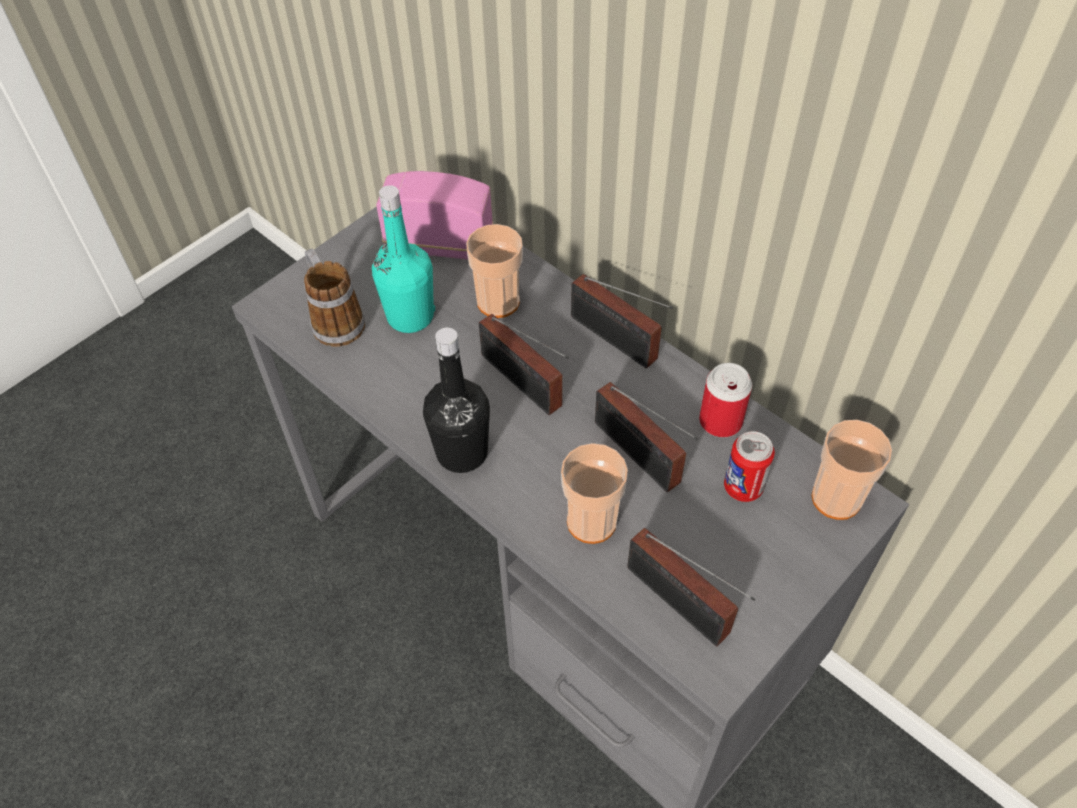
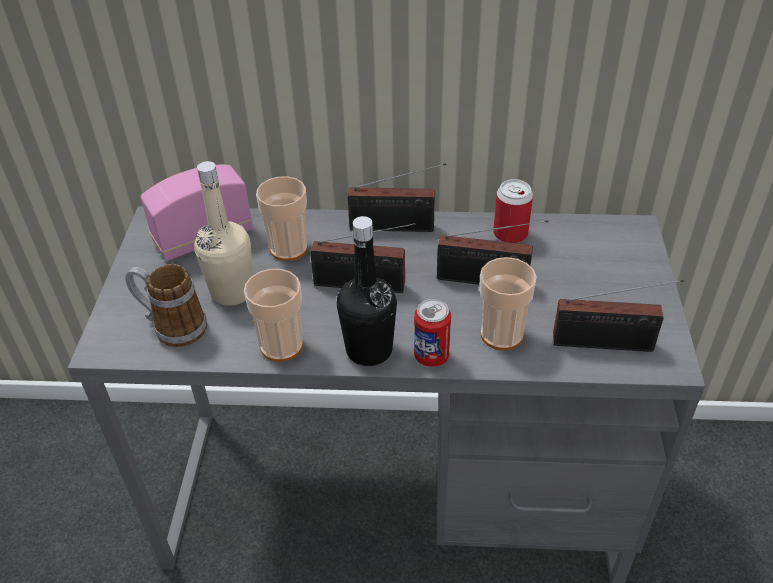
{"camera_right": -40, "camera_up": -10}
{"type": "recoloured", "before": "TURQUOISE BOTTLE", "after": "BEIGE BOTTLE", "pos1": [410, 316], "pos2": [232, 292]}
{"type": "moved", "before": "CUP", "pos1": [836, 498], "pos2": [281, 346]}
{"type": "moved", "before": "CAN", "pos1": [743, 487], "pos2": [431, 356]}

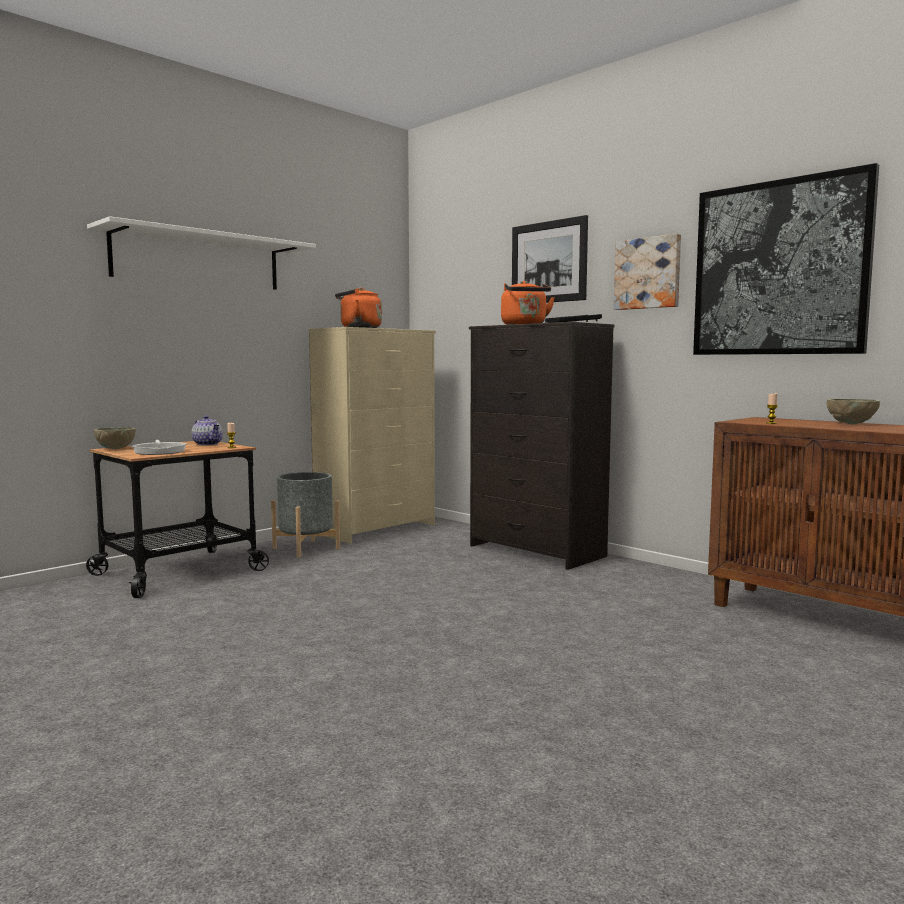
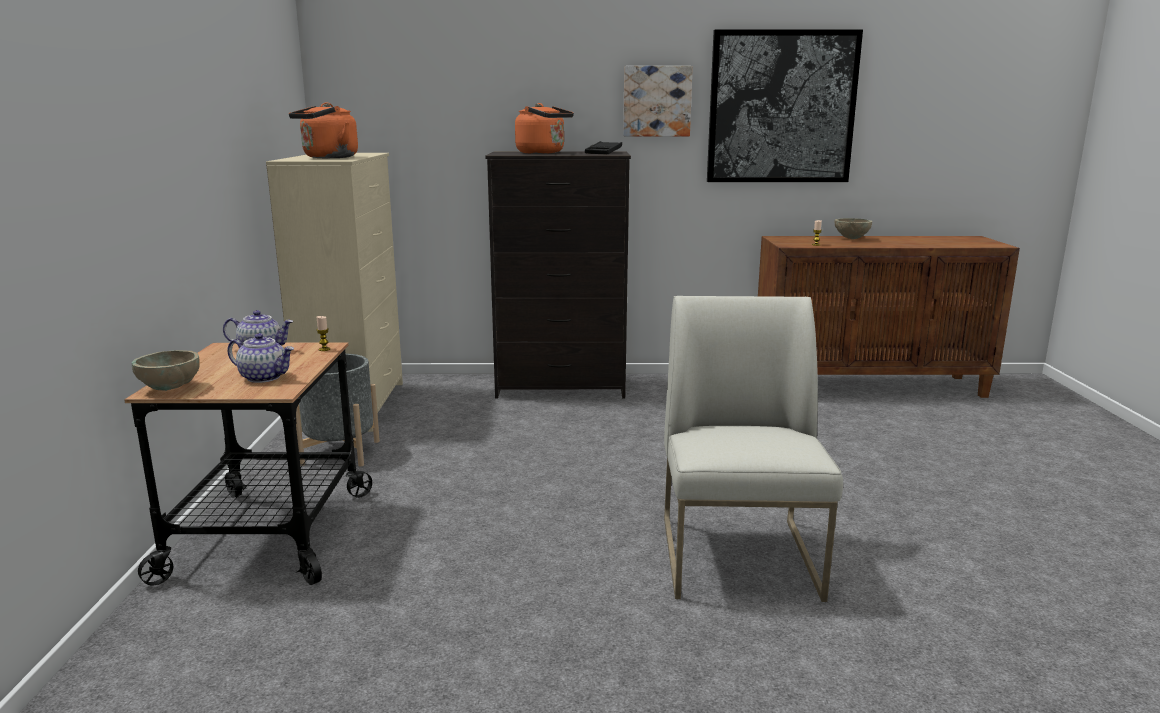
{"camera_right": -45, "camera_up": 10}
{"type": "replaced", "before": "FRYING PAN", "after": "TEAPOT", "pos1": [160, 451], "pos2": [264, 377]}
{"type": "added", "after": "WHITE CHAIR", "pos2": [740, 558]}
{"type": "removed", "before": "WHITE SHELF", "pos1": [198, 260]}
{"type": "removed", "before": "PICTURE", "pos1": [548, 262]}

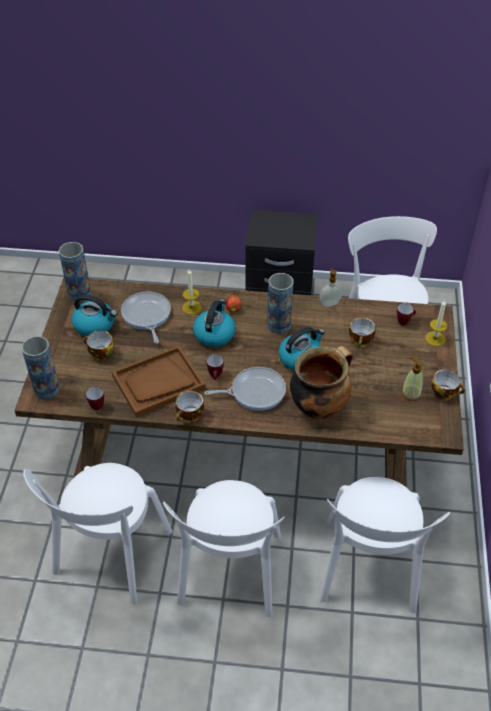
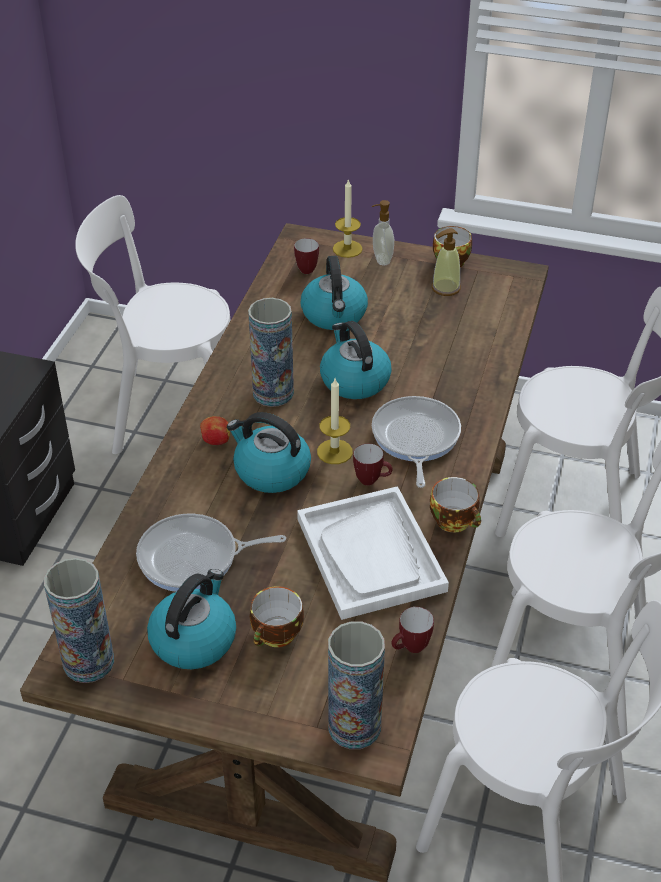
{"camera_right": -80, "camera_up": -5}
{"type": "recoloured", "before": "BROWN TRAY", "after": "WHITE TRAY", "pos1": [158, 382], "pos2": [371, 555]}
{"type": "replaced", "before": "CUP", "after": "KETTLE", "pos1": [361, 341], "pos2": [334, 315]}
{"type": "moved", "before": "CANDLE", "pos1": [191, 307], "pos2": [334, 452]}
{"type": "moved", "before": "SOAP DISPENSER", "pos1": [329, 303], "pos2": [381, 259]}
{"type": "removed", "before": "COOKING POT", "pos1": [319, 406]}

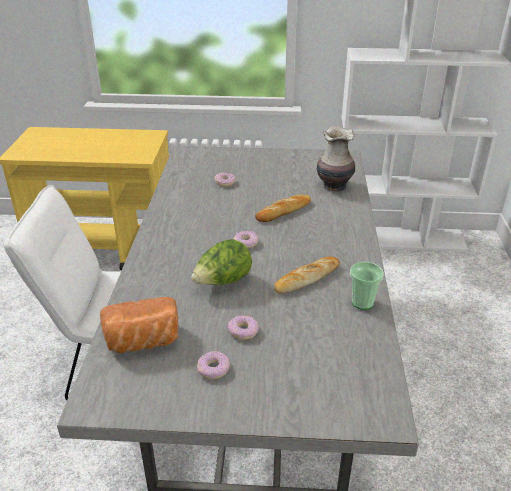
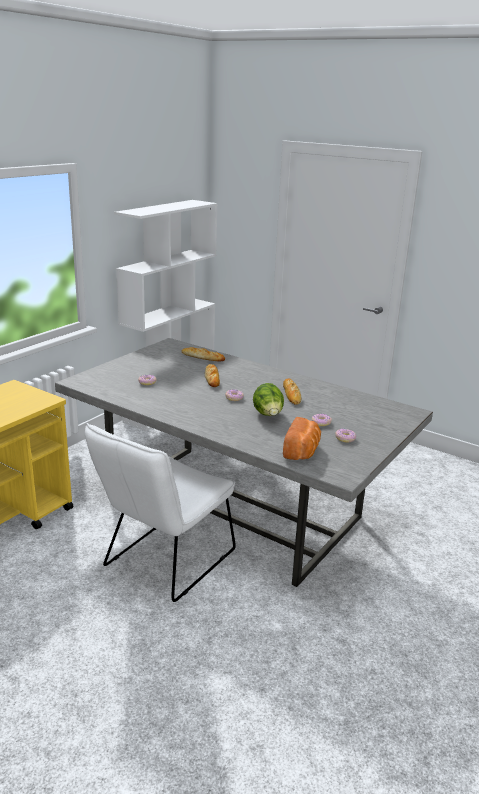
{"camera_right": -60, "camera_up": -10}
{"type": "replaced", "before": "VASE", "after": "BREAD", "pos1": [334, 186], "pos2": [203, 357]}
{"type": "removed", "before": "CUP", "pos1": [362, 302]}

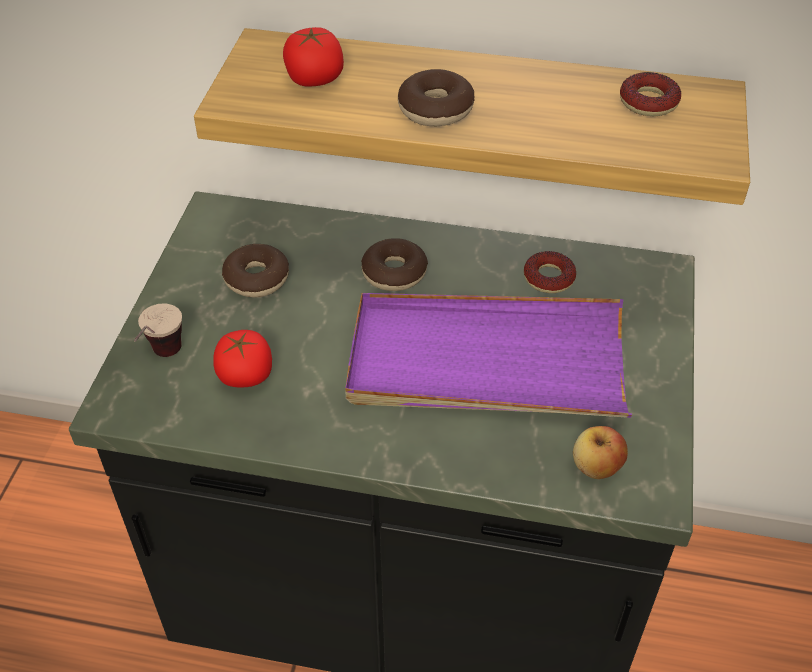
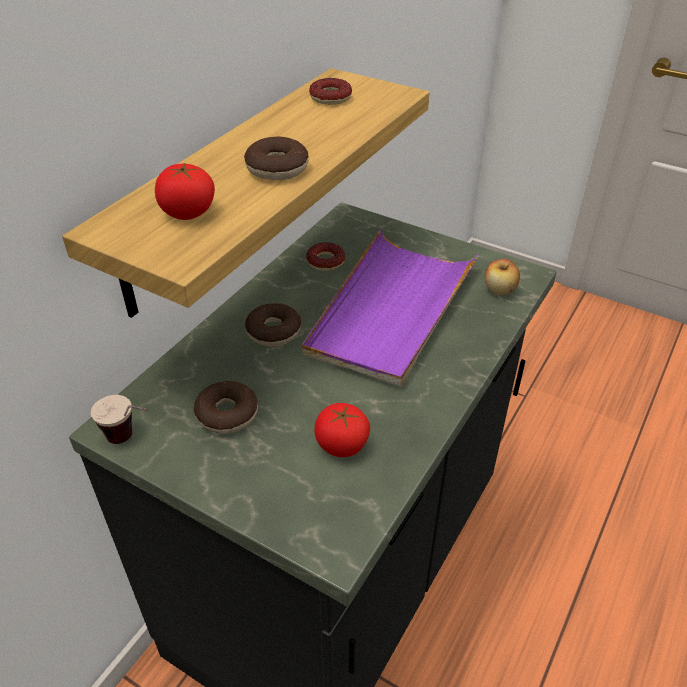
{"camera_right": -70, "camera_up": -5}
{"type": "moved", "before": "CUP", "pos1": [162, 360], "pos2": [131, 440]}

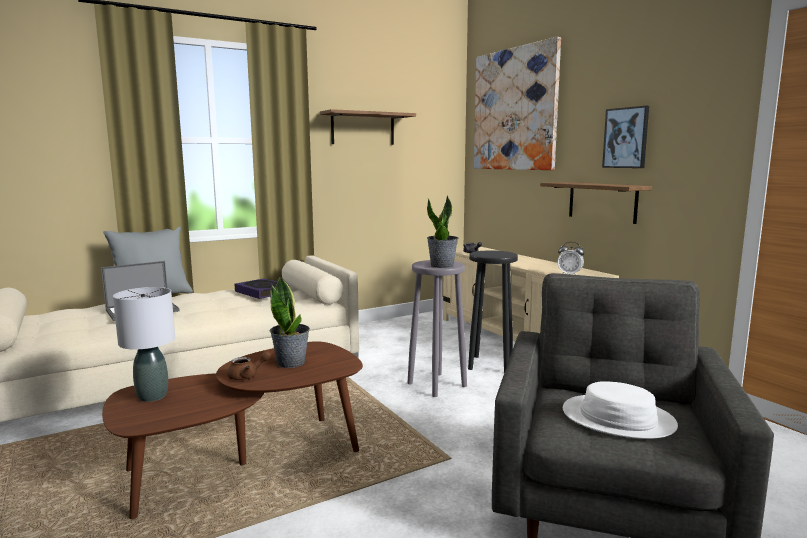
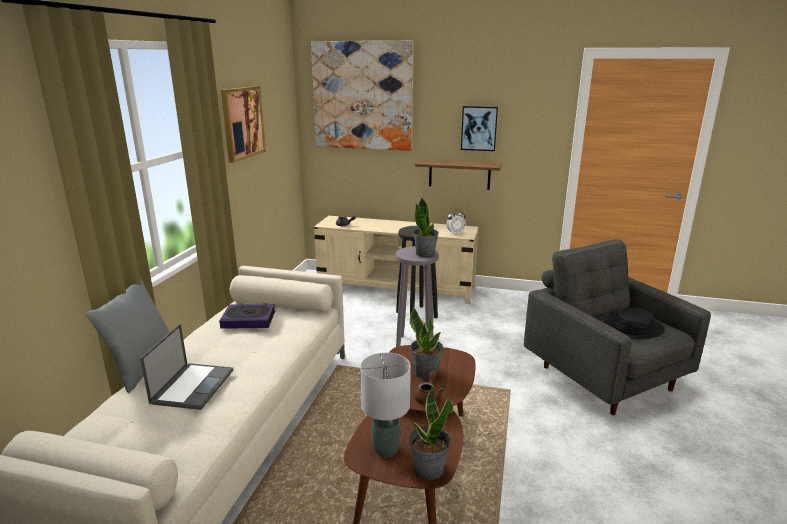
{"camera_right": -45, "camera_up": 10}
{"type": "replaced", "before": "SHELF", "after": "PICTURE", "pos1": [363, 129], "pos2": [242, 123]}
{"type": "added", "after": "POTTED PLANT", "pos2": [428, 469]}
{"type": "recoloured", "before": "WHITE HAT", "after": "BLACK HAT", "pos1": [617, 419], "pos2": [633, 328]}

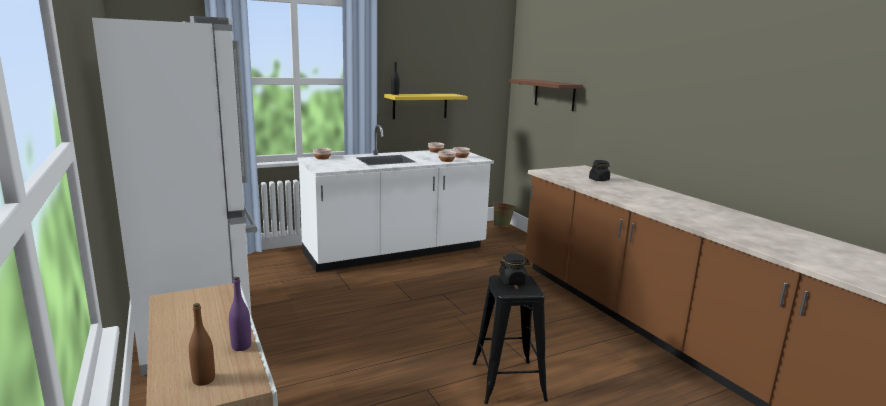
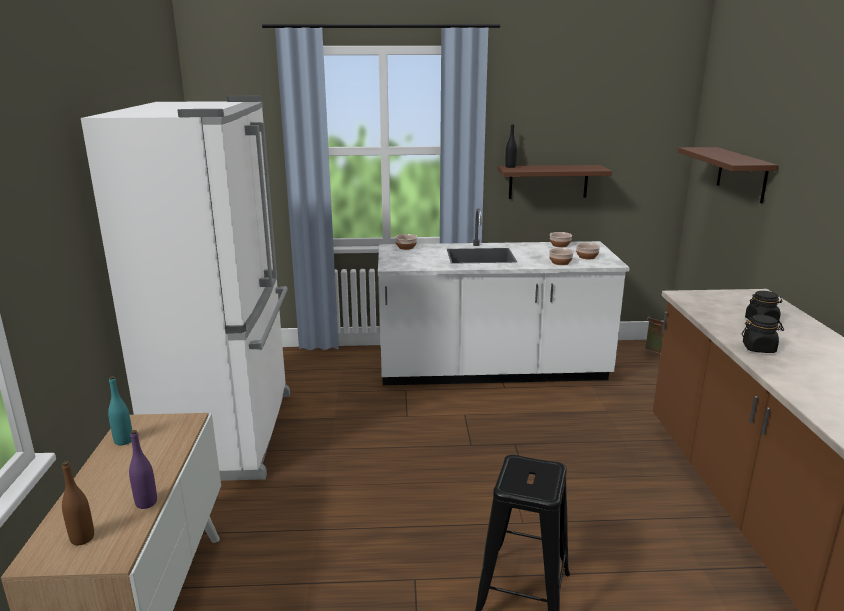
{"camera_right": 25, "camera_up": 5}
{"type": "added", "after": "TURQUOISE BOTTLE", "pos2": [123, 441]}
{"type": "recoloured", "before": "YELLOW SHELF", "after": "BROWN SHELF", "pos1": [420, 106], "pos2": [548, 181]}
{"type": "moved", "before": "BLACK JAR", "pos1": [513, 281], "pos2": [759, 348]}

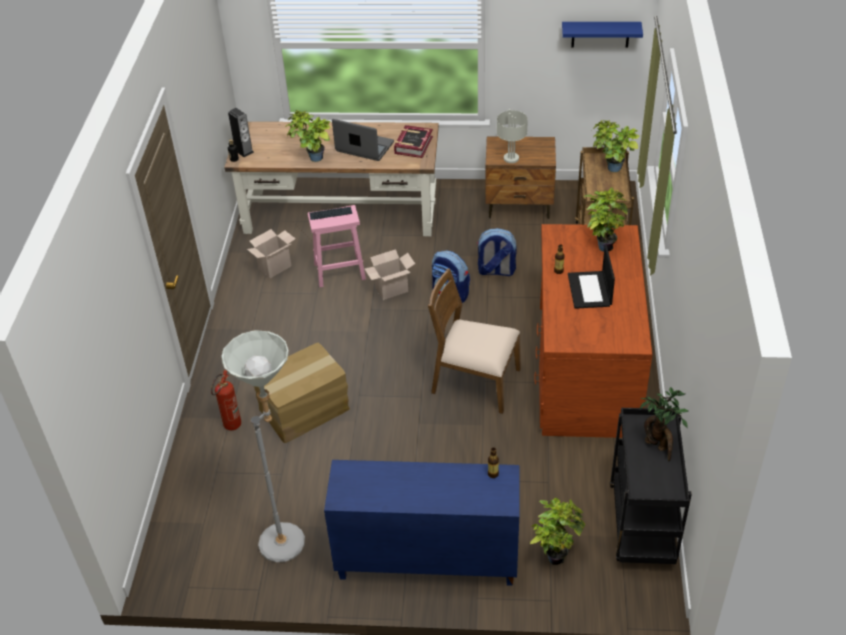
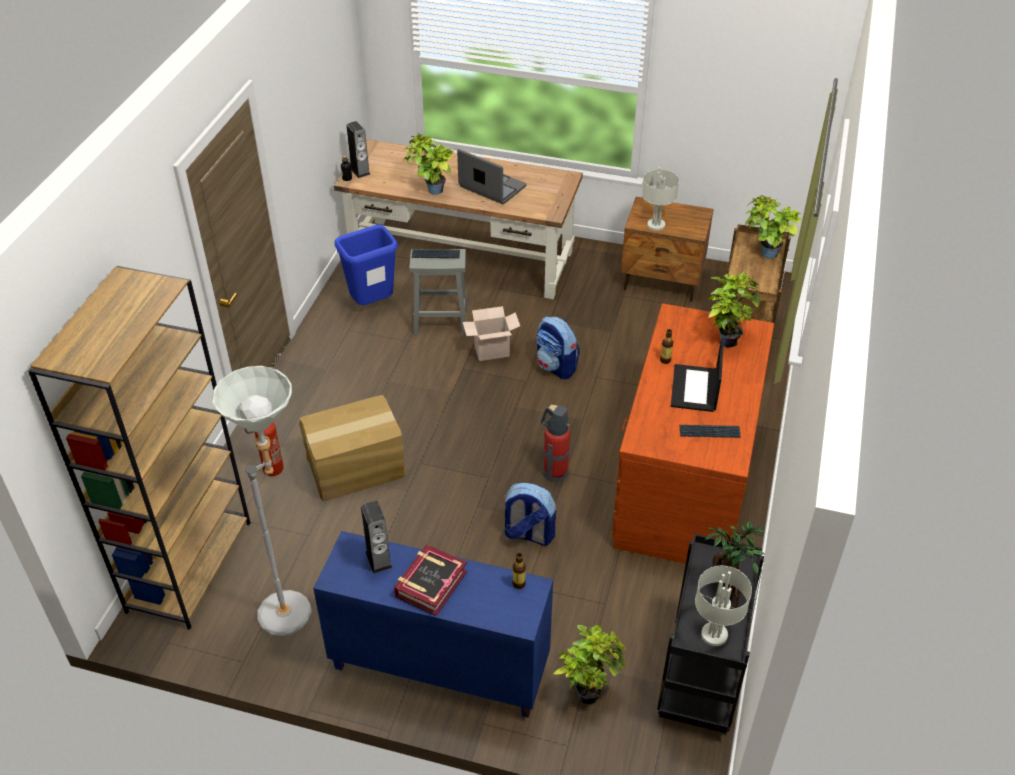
{"camera_right": 10, "camera_up": 0}
{"type": "added", "after": "BROWN BOOKCASE", "pos2": [189, 565]}
{"type": "replaced", "before": "CARDBOARD BOX", "after": "BLUE TRASH CAN", "pos1": [275, 267], "pos2": [373, 304]}
{"type": "added", "after": "SPEAKER", "pos2": [378, 559]}
{"type": "moved", "before": "BOOK", "pos1": [413, 145], "pos2": [430, 584]}
{"type": "recoloured", "before": "PINK STOOL", "after": "GREY STOOL", "pos1": [338, 271], "pos2": [440, 321]}
{"type": "moved", "before": "BACKPACK", "pos1": [496, 271], "pos2": [528, 534]}
{"type": "replaced", "before": "BROWN CHAIR", "after": "FIRE EXTINGUISHER", "pos1": [475, 382], "pos2": [554, 471]}
{"type": "added", "after": "KEYBOARD", "pos2": [709, 432]}
{"type": "added", "after": "GREY TABLE LAMP", "pos2": [714, 635]}
{"type": "removed", "before": "BLUE SHELF", "pos1": [600, 34]}

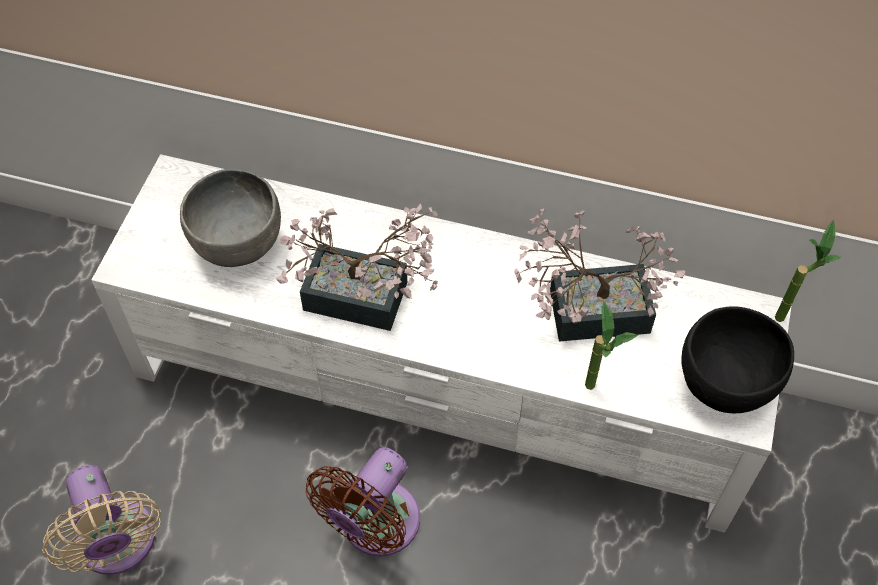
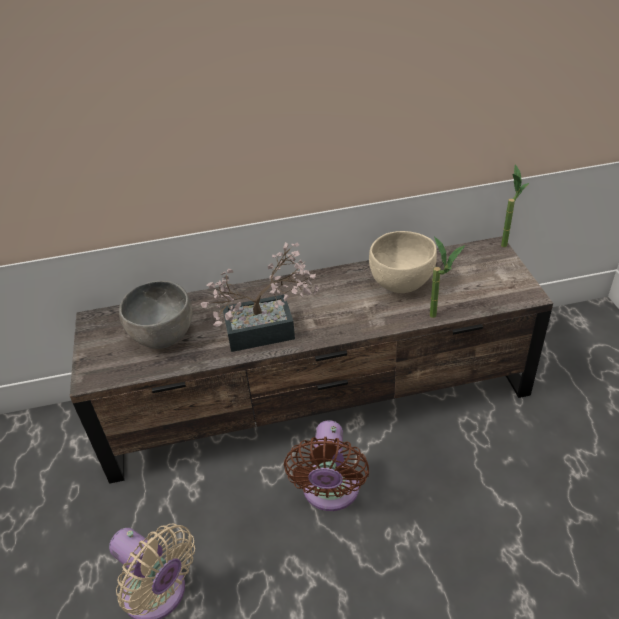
{"camera_right": -25, "camera_up": -15}
{"type": "recoloured", "before": "WHITE TV STAND", "after": "BROWN TV STAND", "pos1": [442, 388], "pos2": [318, 397]}
{"type": "replaced", "before": "POTTED PLANT", "after": "BEIGE BOWL", "pos1": [586, 311], "pos2": [401, 283]}
{"type": "removed", "before": "BLACK BOWL", "pos1": [725, 383]}

